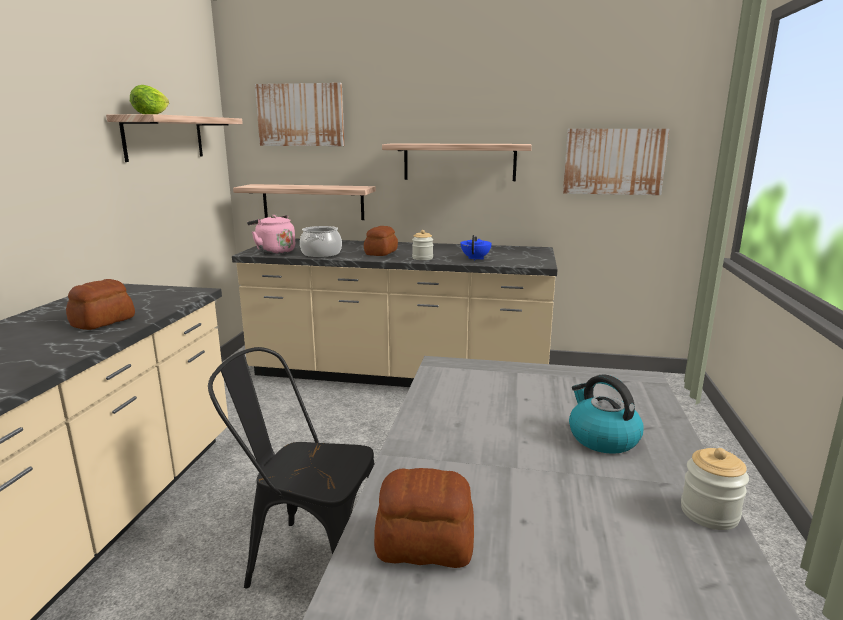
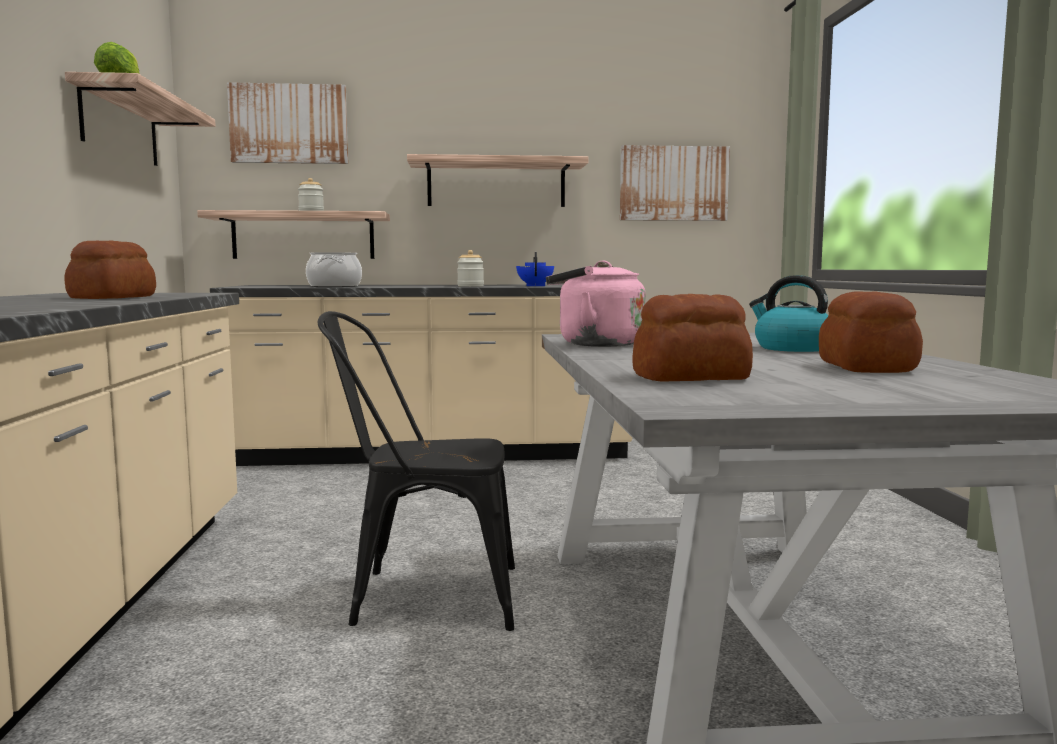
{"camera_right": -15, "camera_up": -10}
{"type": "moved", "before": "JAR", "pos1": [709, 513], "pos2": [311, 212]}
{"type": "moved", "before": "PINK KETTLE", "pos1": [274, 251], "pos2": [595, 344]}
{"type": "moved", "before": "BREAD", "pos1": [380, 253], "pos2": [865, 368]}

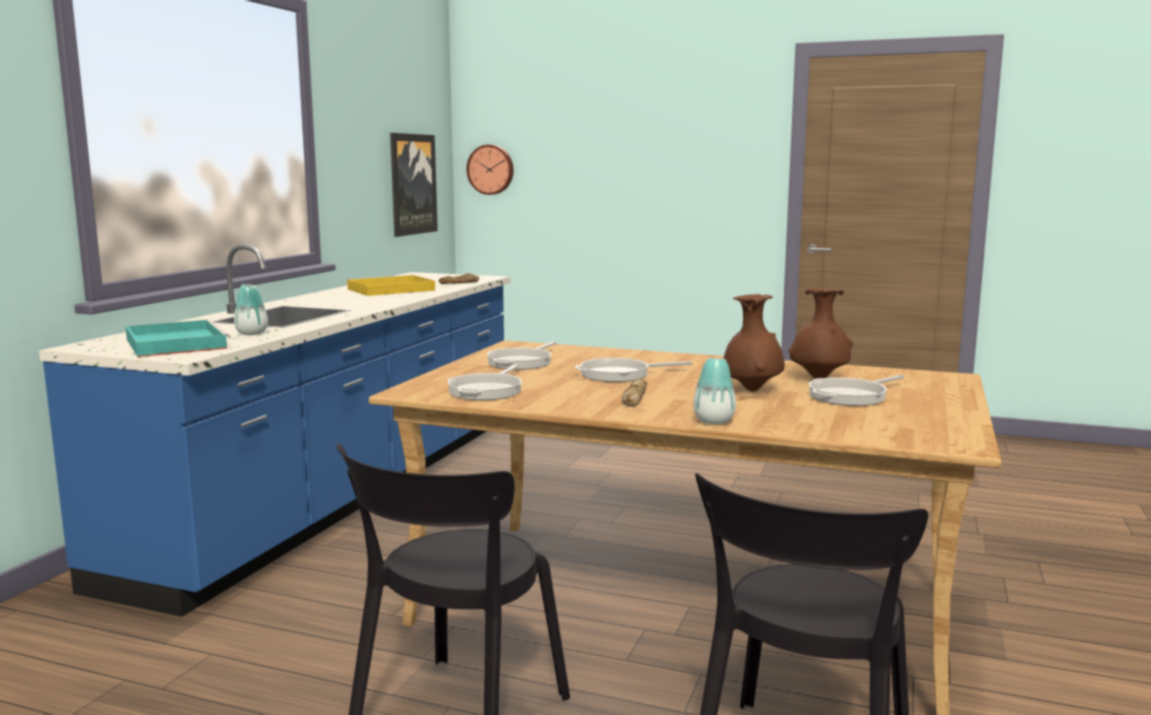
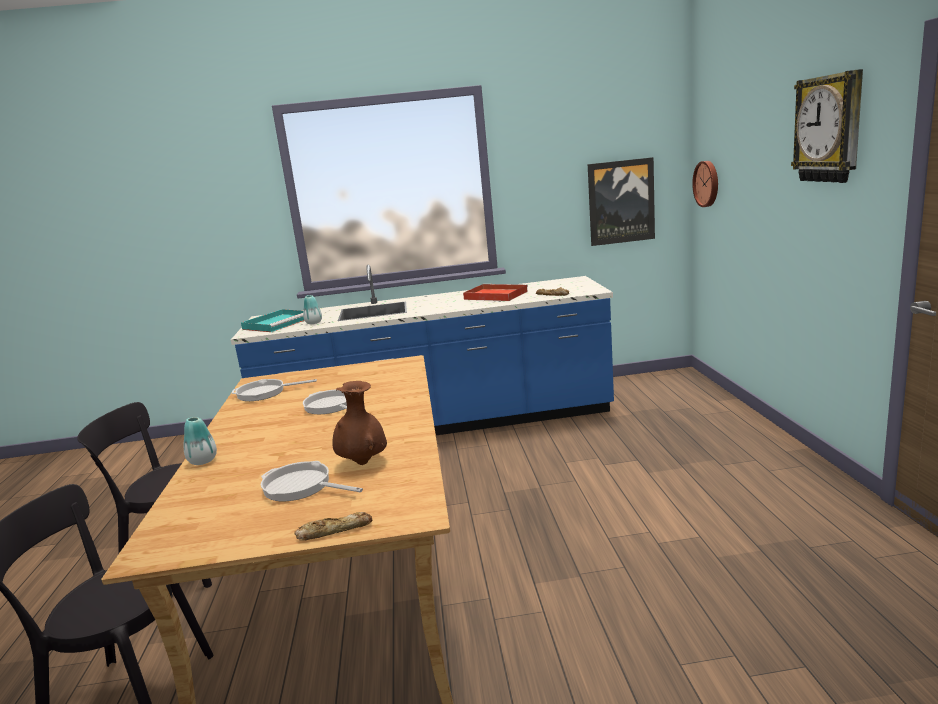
{"camera_right": 65, "camera_up": 5}
{"type": "moved", "before": "BREAD", "pos1": [634, 398], "pos2": [334, 530]}
{"type": "recoloured", "before": "YELLOW TRAY", "after": "RED TRAY", "pos1": [389, 290], "pos2": [494, 295]}
{"type": "added", "after": "WALL CLOCK", "pos2": [829, 129]}
{"type": "removed", "before": "FRYING PAN", "pos1": [522, 362]}
{"type": "removed", "before": "BROWN VASE", "pos1": [751, 390]}

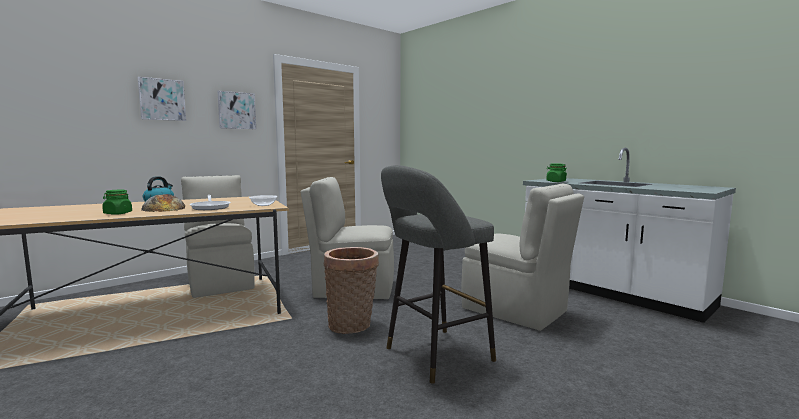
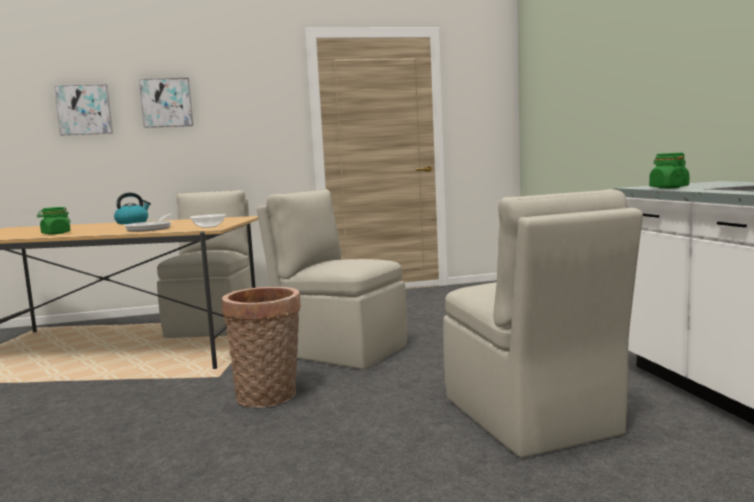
{"camera_right": 30, "camera_up": 0}
{"type": "moved", "before": "PICTURE", "pos1": [236, 110], "pos2": [84, 110]}
{"type": "removed", "before": "BREAD", "pos1": [164, 208]}
{"type": "removed", "before": "GREY STOOL", "pos1": [434, 356]}

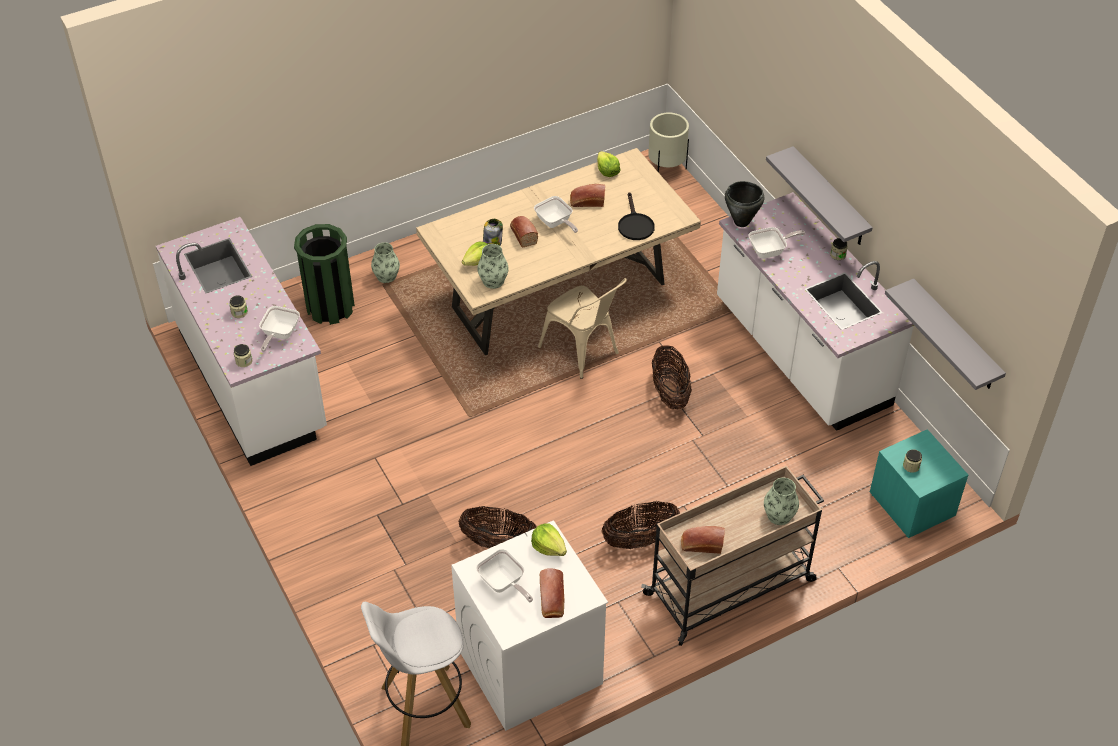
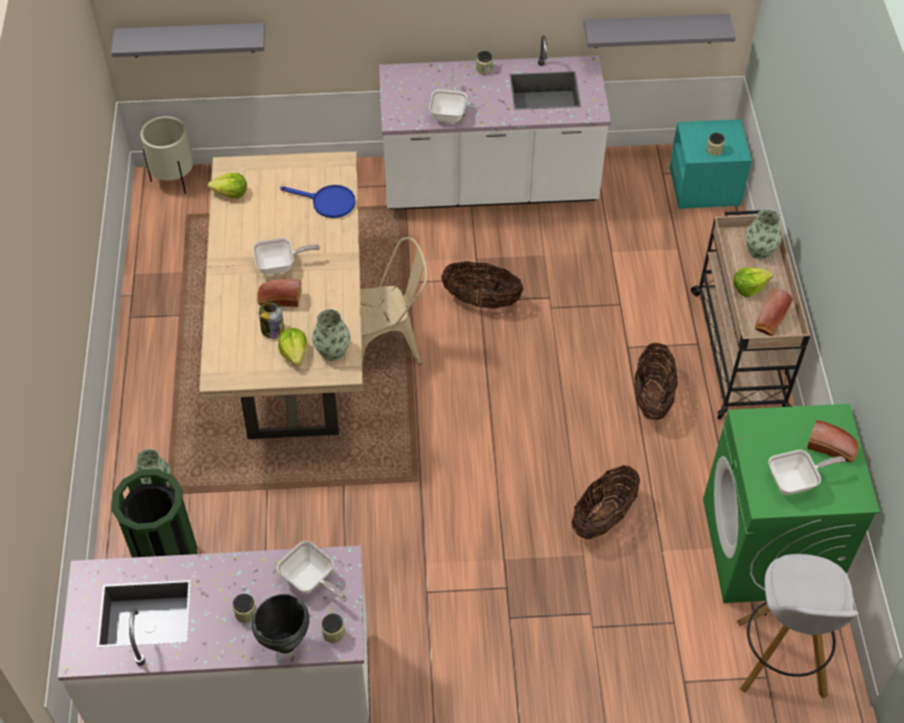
{"camera_right": -65, "camera_up": 5}
{"type": "moved", "before": "GREY SHELF", "pos1": [830, 198], "pos2": [192, 39]}
{"type": "moved", "before": "BLACK COOKING POT", "pos1": [741, 222], "pos2": [286, 643]}
{"type": "recoloured", "before": "BLACK FRYING PAN", "after": "BLUE FRYING PAN", "pos1": [635, 225], "pos2": [327, 202]}
{"type": "recoloured", "before": "WHITE WASHING MACHINE", "after": "GREEN WASHING MACHINE", "pos1": [529, 668], "pos2": [768, 548]}
{"type": "moved", "before": "LETTUCE", "pos1": [548, 547], "pos2": [749, 287]}
{"type": "removed", "before": "BREAD", "pos1": [586, 202]}

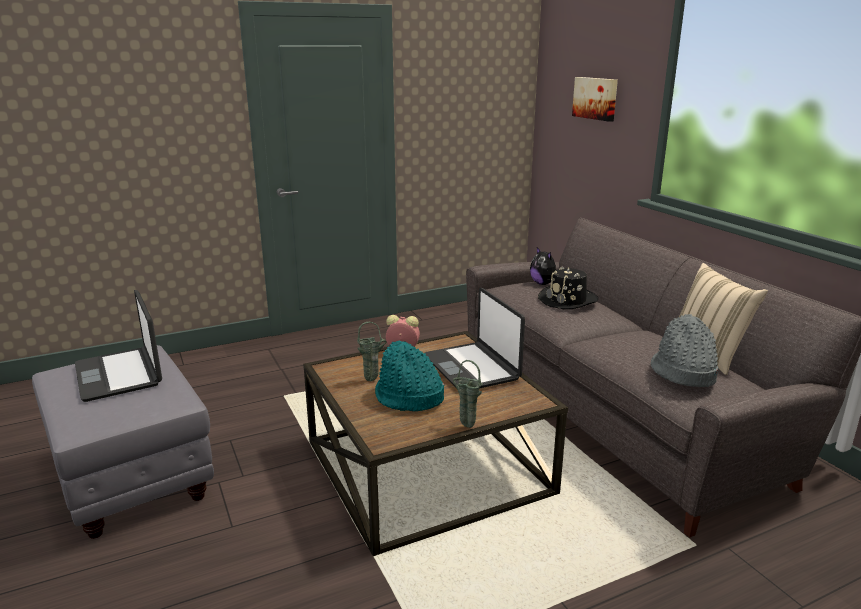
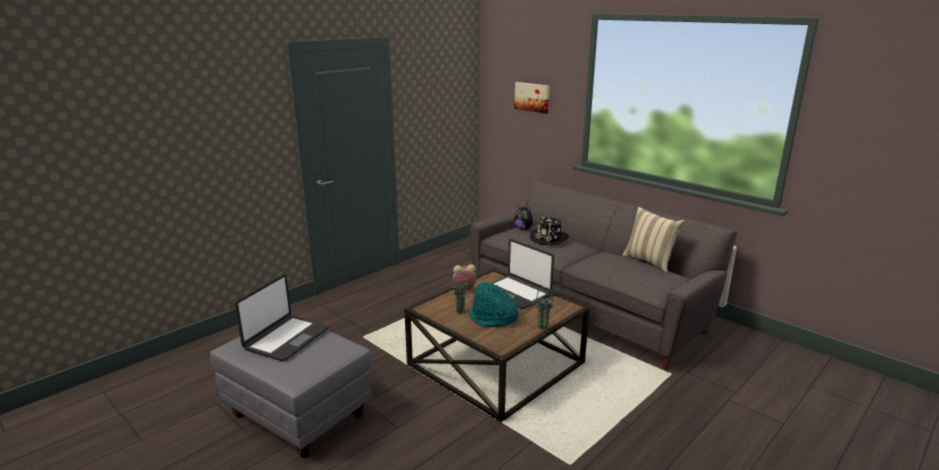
{"camera_right": -20, "camera_up": 0}
{"type": "turned", "before": "LAPTOP", "pos1": [120, 375], "pos2": [285, 339], "turn": -105}
{"type": "removed", "before": "GREY HAT", "pos1": [682, 373]}

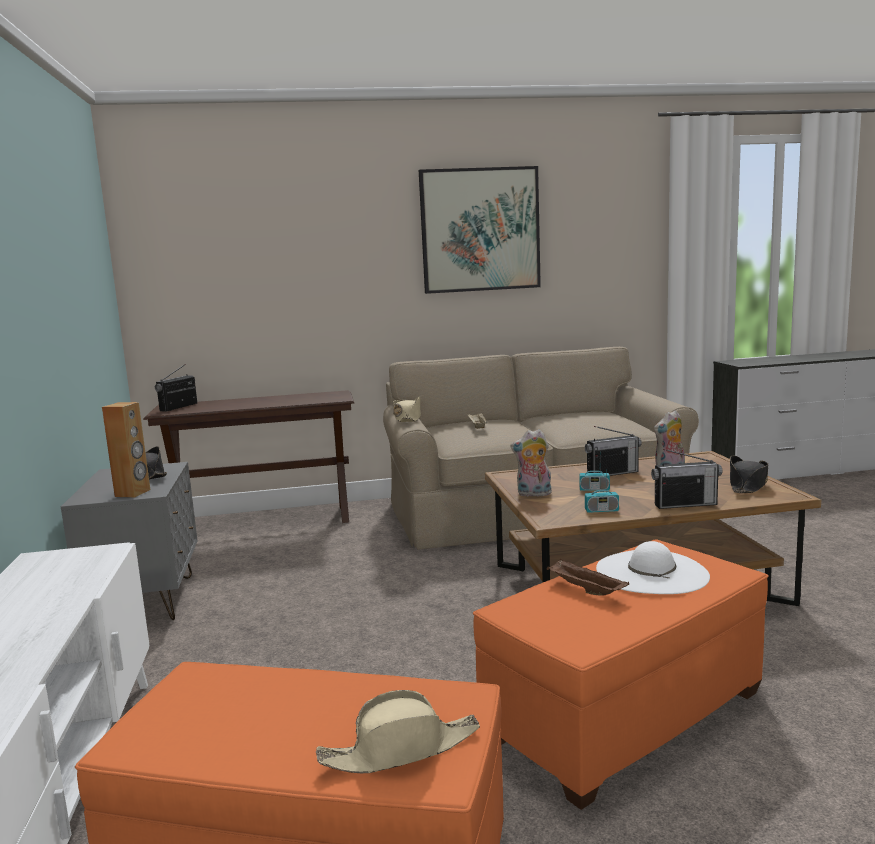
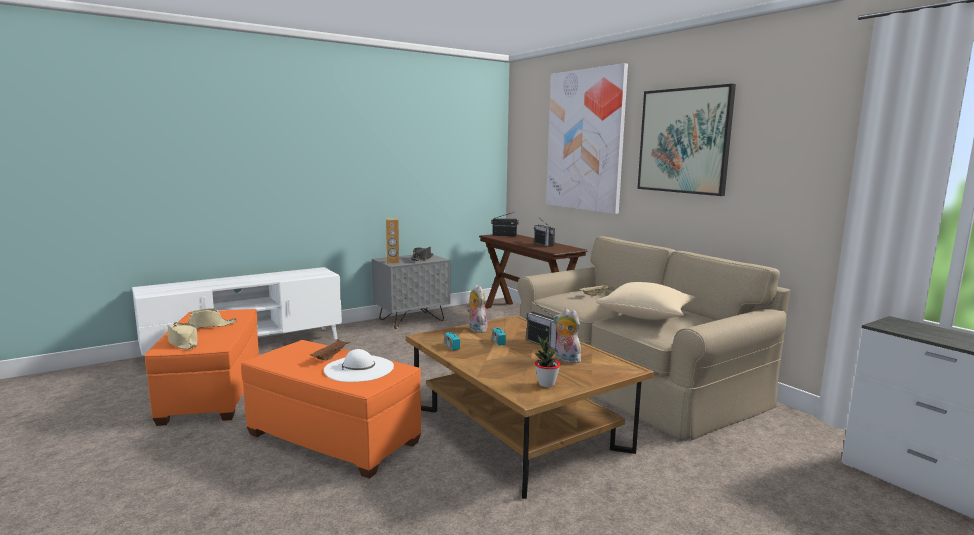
{"camera_right": 65, "camera_up": 0}
{"type": "moved", "before": "BEIGE HAT", "pos1": [407, 418], "pos2": [206, 326]}
{"type": "moved", "before": "RADIO", "pos1": [685, 504], "pos2": [544, 244]}
{"type": "replaced", "before": "BLACK HAT", "after": "POTTED PLANT", "pos1": [747, 485], "pos2": [546, 384]}
{"type": "added", "after": "PICTURE", "pos2": [585, 140]}
{"type": "added", "after": "BEIGE PILLOW", "pos2": [647, 316]}

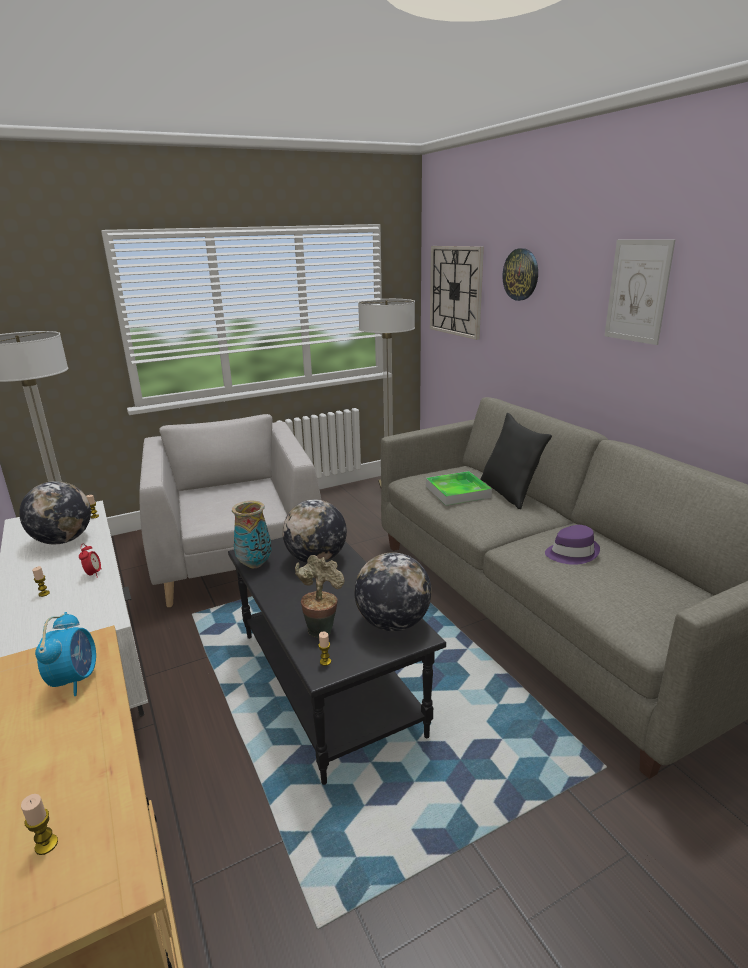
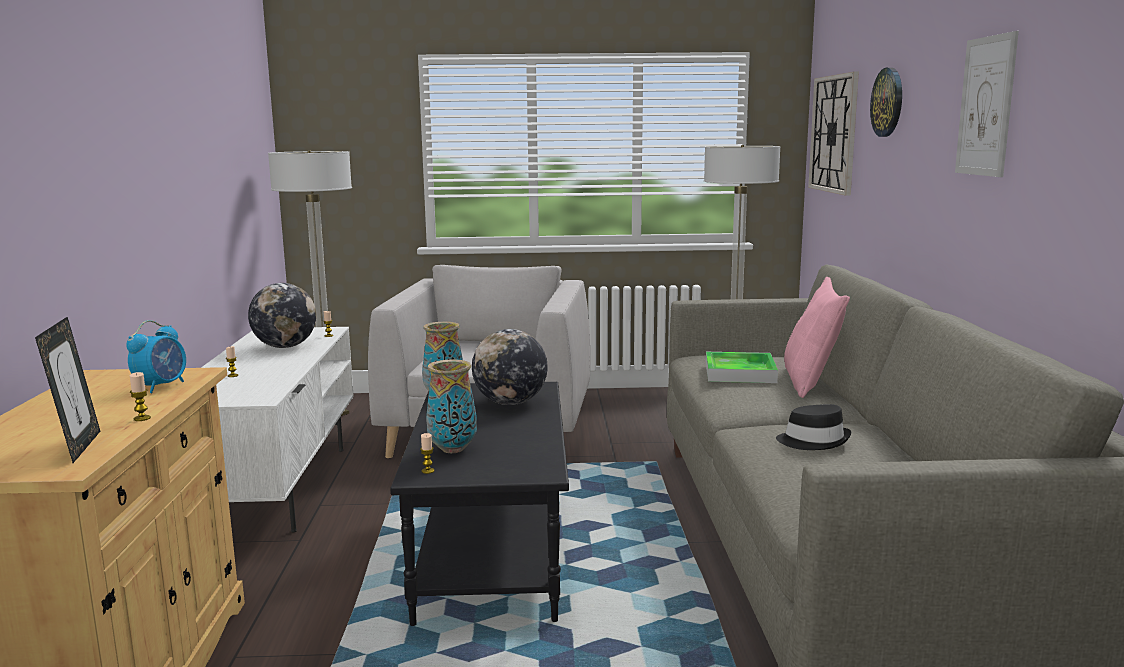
{"camera_right": 25, "camera_up": -10}
{"type": "added", "after": "PICTURE FRAME", "pos2": [78, 447]}
{"type": "moved", "before": "CANDLE", "pos1": [46, 844], "pos2": [142, 418]}
{"type": "replaced", "before": "POTTED PLANT", "after": "VASE", "pos1": [321, 628], "pos2": [453, 449]}
{"type": "recoloured", "before": "PURPLE HAT", "after": "BLACK HAT", "pos1": [571, 553], "pos2": [813, 441]}
{"type": "recoloured", "before": "BLACK PILLOW", "after": "PINK PILLOW", "pos1": [510, 492], "pos2": [811, 383]}
{"type": "removed", "before": "ALARM CLOCK", "pos1": [93, 574]}
{"type": "removed", "before": "GLOBE", "pos1": [393, 623]}

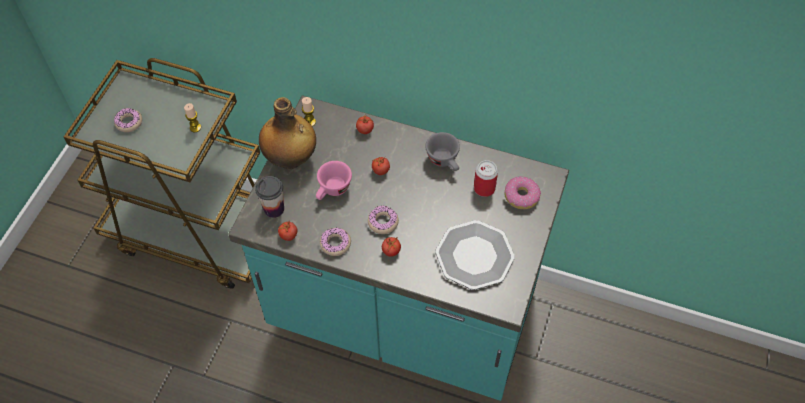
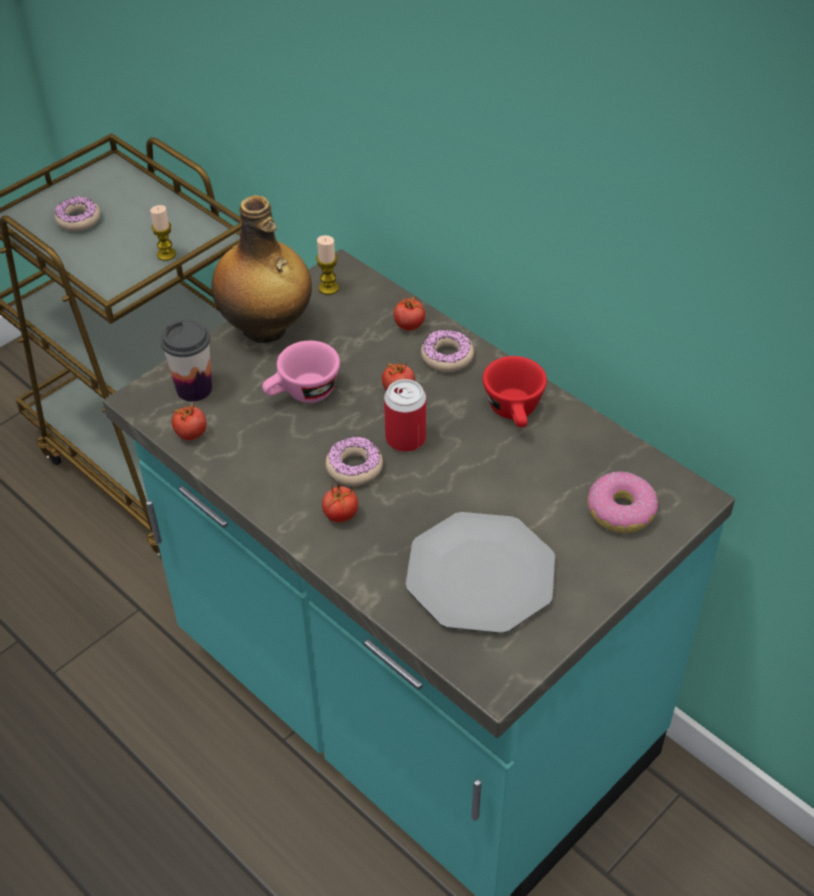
{"camera_right": 25, "camera_up": -10}
{"type": "moved", "before": "CAN", "pos1": [484, 188], "pos2": [405, 438]}
{"type": "moved", "before": "DONUT", "pos1": [335, 244], "pos2": [447, 356]}
{"type": "recoloured", "before": "GREY CUP", "after": "RED CUP", "pos1": [445, 161], "pos2": [515, 412]}

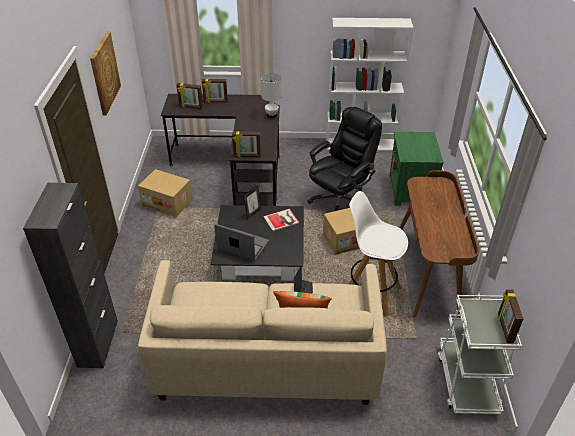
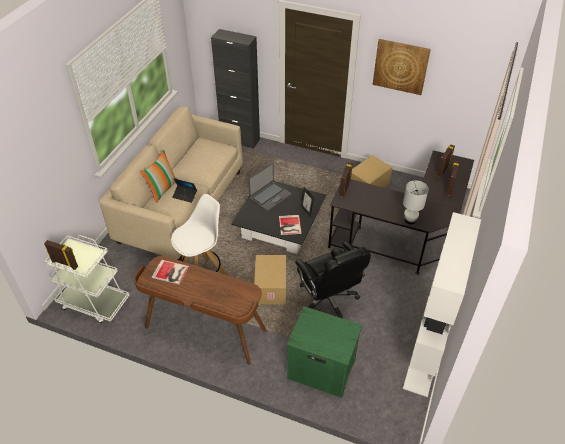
{"camera_right": 110, "camera_up": 5}
{"type": "added", "after": "BOOK", "pos2": [171, 272]}

